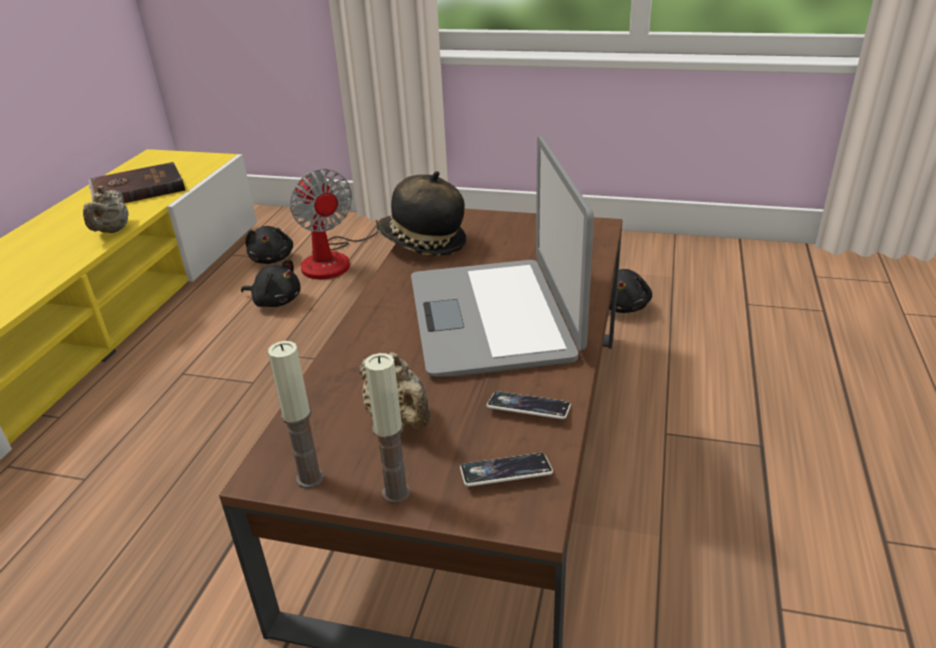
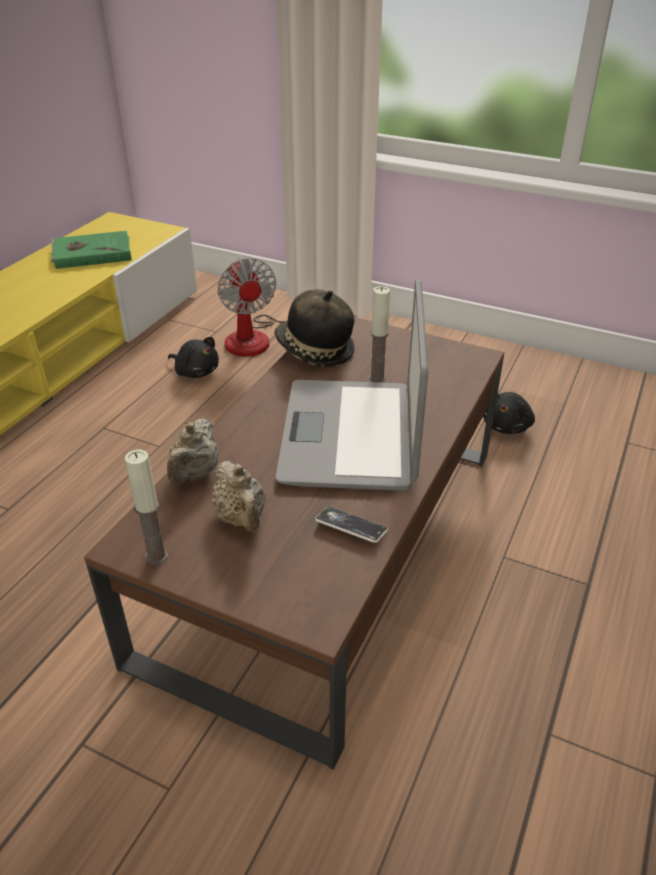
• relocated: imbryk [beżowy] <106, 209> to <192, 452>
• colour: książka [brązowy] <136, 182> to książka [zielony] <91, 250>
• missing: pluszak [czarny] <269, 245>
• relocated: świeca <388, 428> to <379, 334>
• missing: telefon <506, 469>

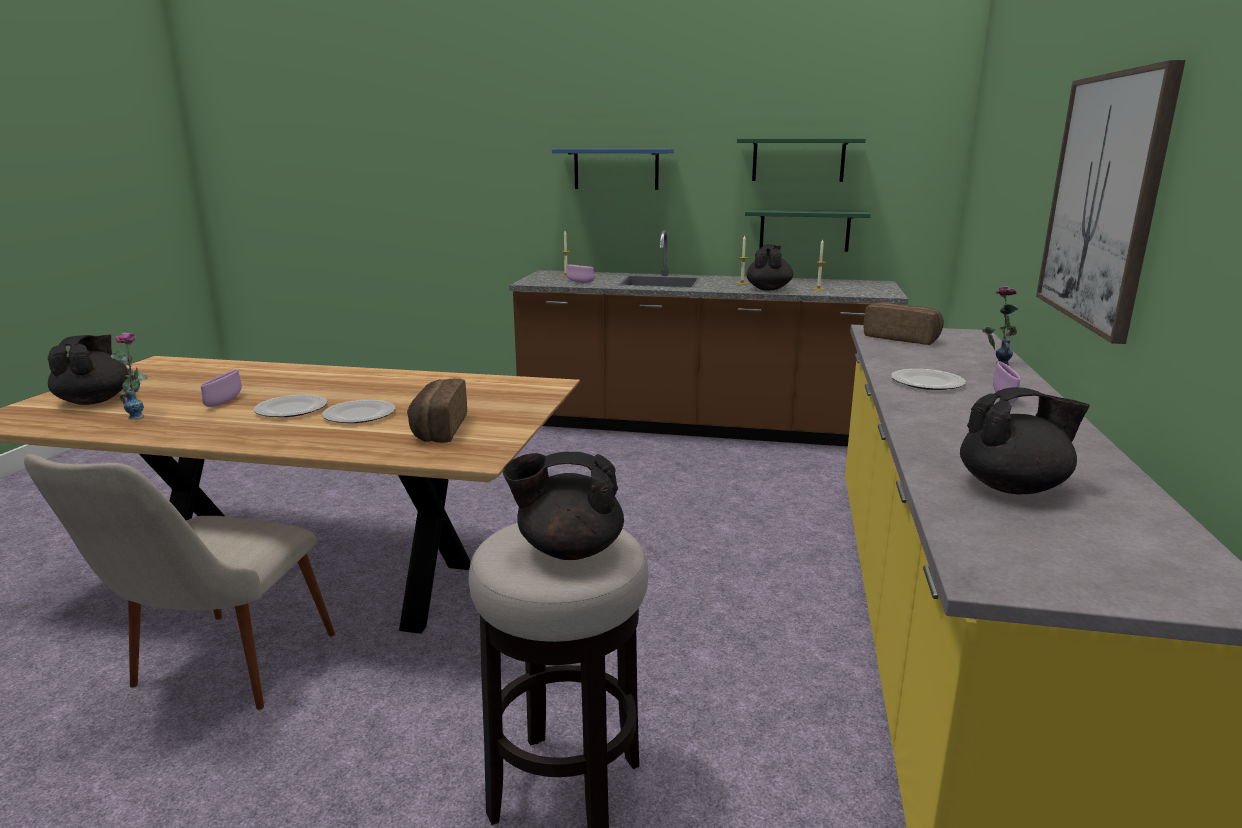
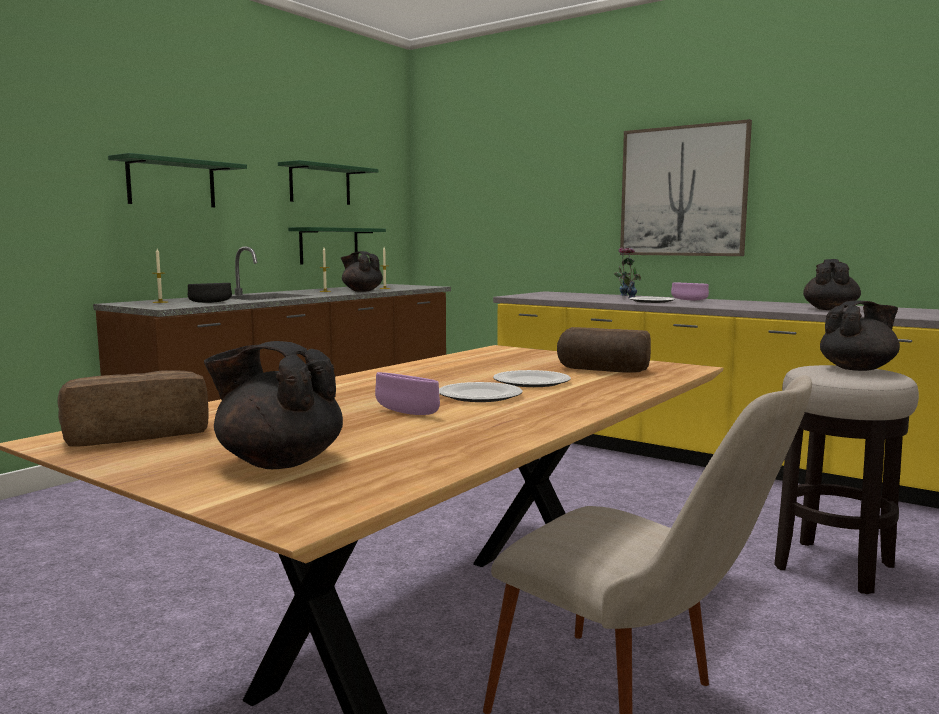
• relocated: wazon <129, 376> to <627, 273>
• spun: imbryk [czarny] <563, 506> = <860, 336> 135 degrees counterclockwise
• colour: półka [niebieski] <613, 169> to półka [zielony] <177, 180>
• colour: miska [fioletowy] <580, 273> to miska [czarny] <210, 293>
• relocated: chleb <903, 324> to <133, 408>

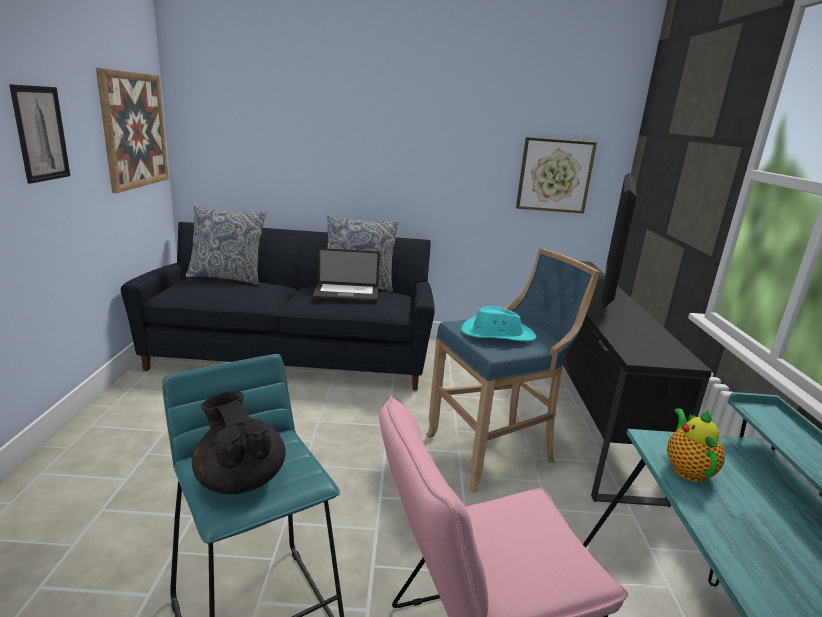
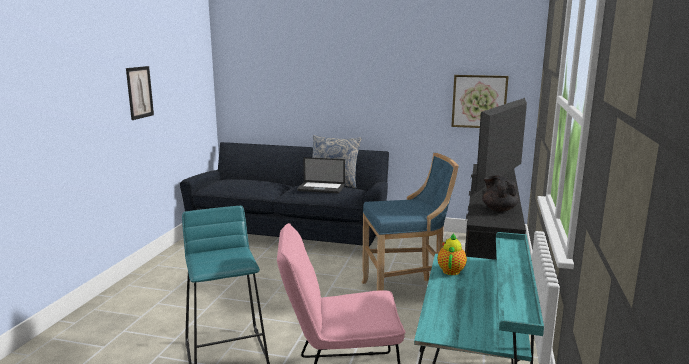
• missing: obraz <132, 130>
• missing: poduszka <226, 245>
• relocated: imbryk [czarny] <239, 442> to <500, 193>
• missing: kapelusz [turkusowy] <498, 324>

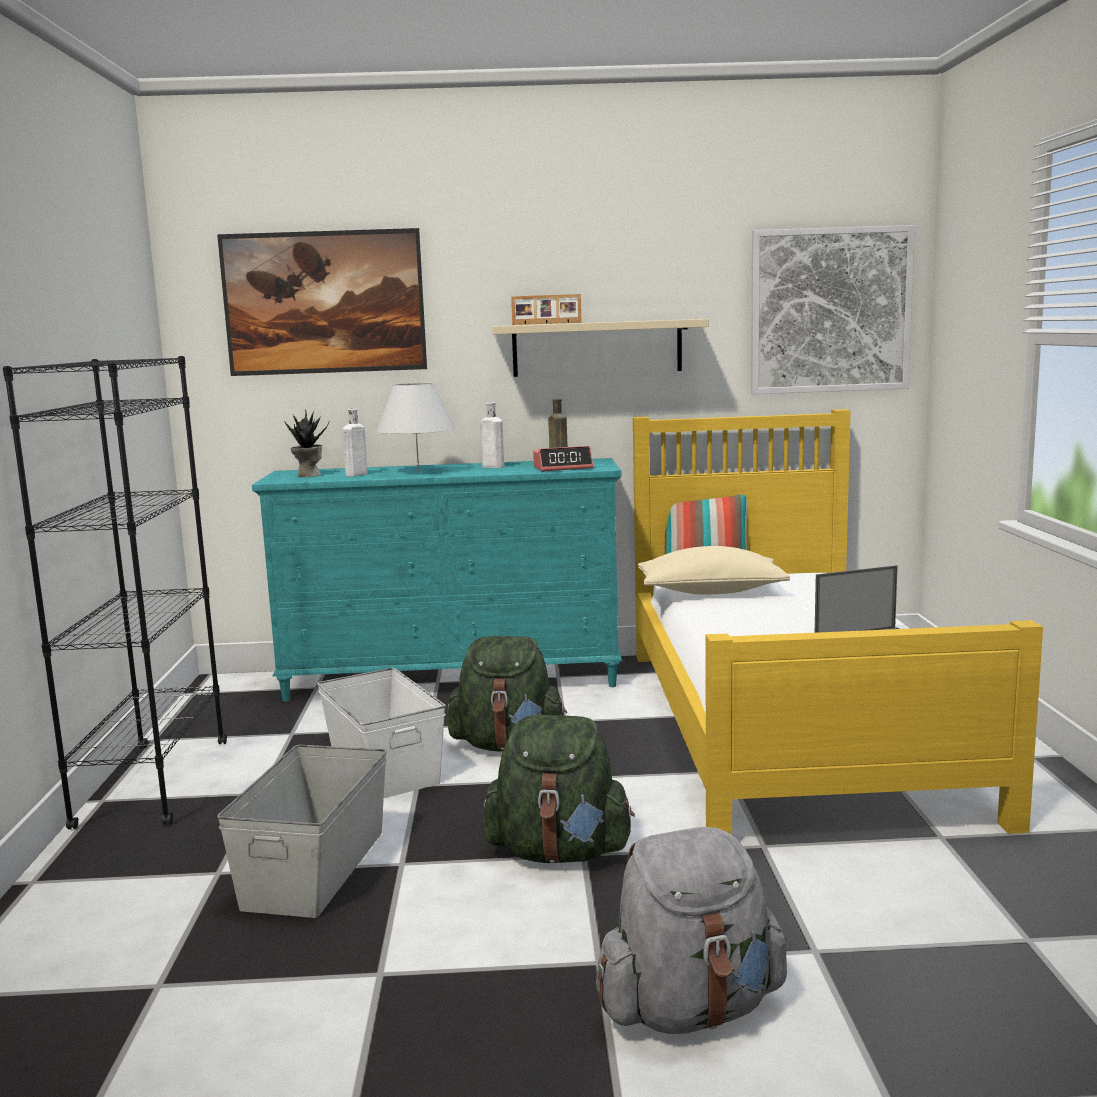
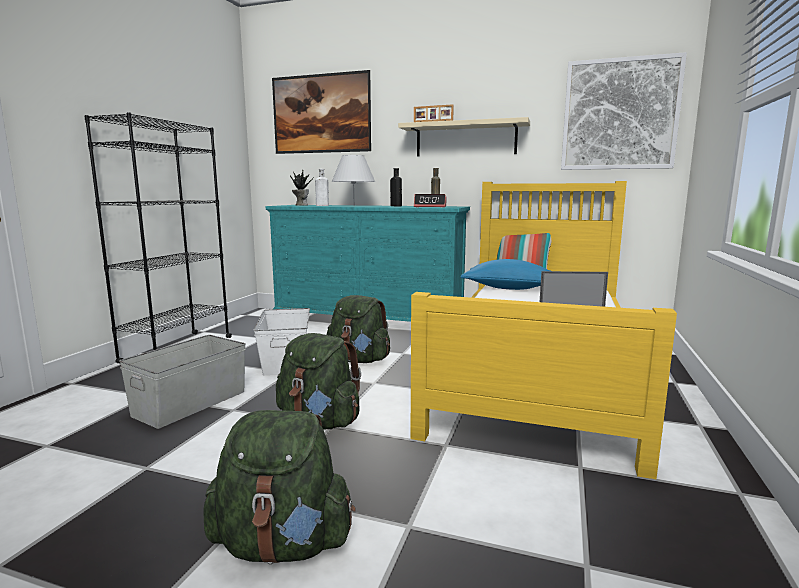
• colour: butelka [biały] <492, 435> to butelka [czarny] <396, 187>
• colour: plecak [szary] <691, 930> to plecak [zielony] <279, 487>
• colour: poduszka [beżowy] <714, 570> to poduszka [niebieski] <505, 274>

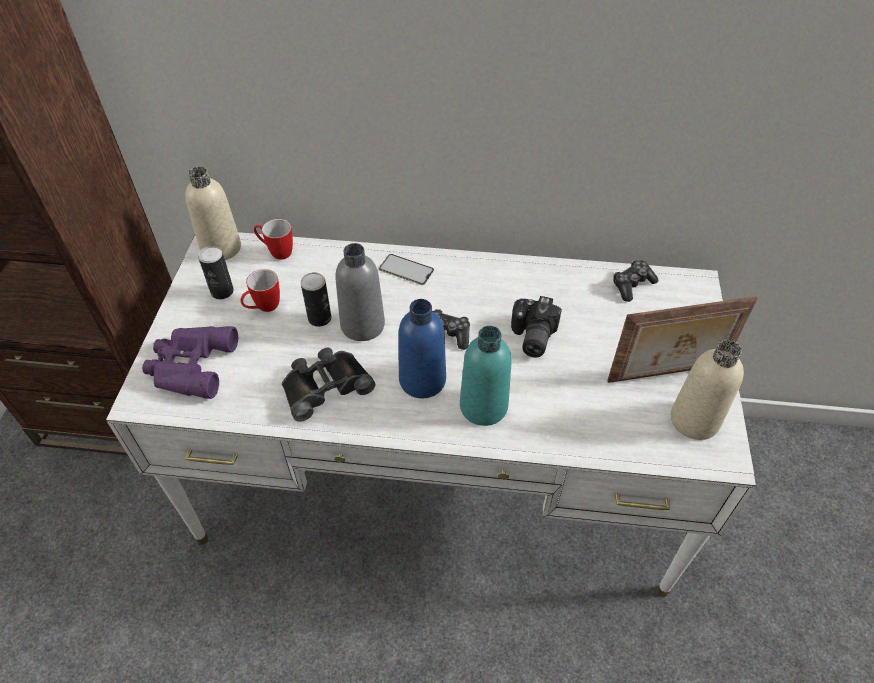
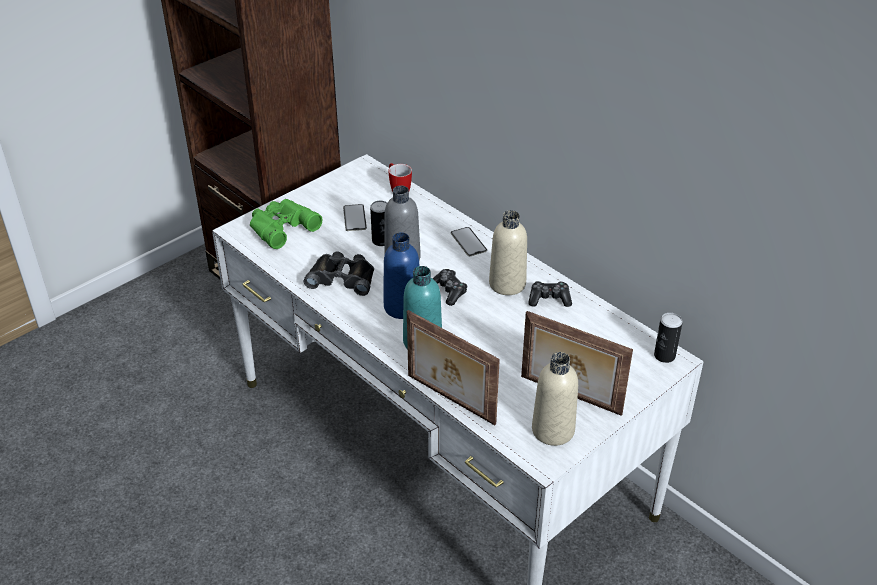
• colour: lornetka [fioletowy] <190, 362> to lornetka [zielony] <286, 224>
• relocated: butelka [beżowy] <213, 213> to <508, 252>
• relocated: puszka <216, 272> to <668, 338>
• exchanged: kubek <260, 290> to telefon <355, 217>
• missing: aparat fotograficzny <536, 326>
• relocated: pad do gier <636, 281> to <550, 294>
• appeared: ramka na zdjęcie <453, 367>

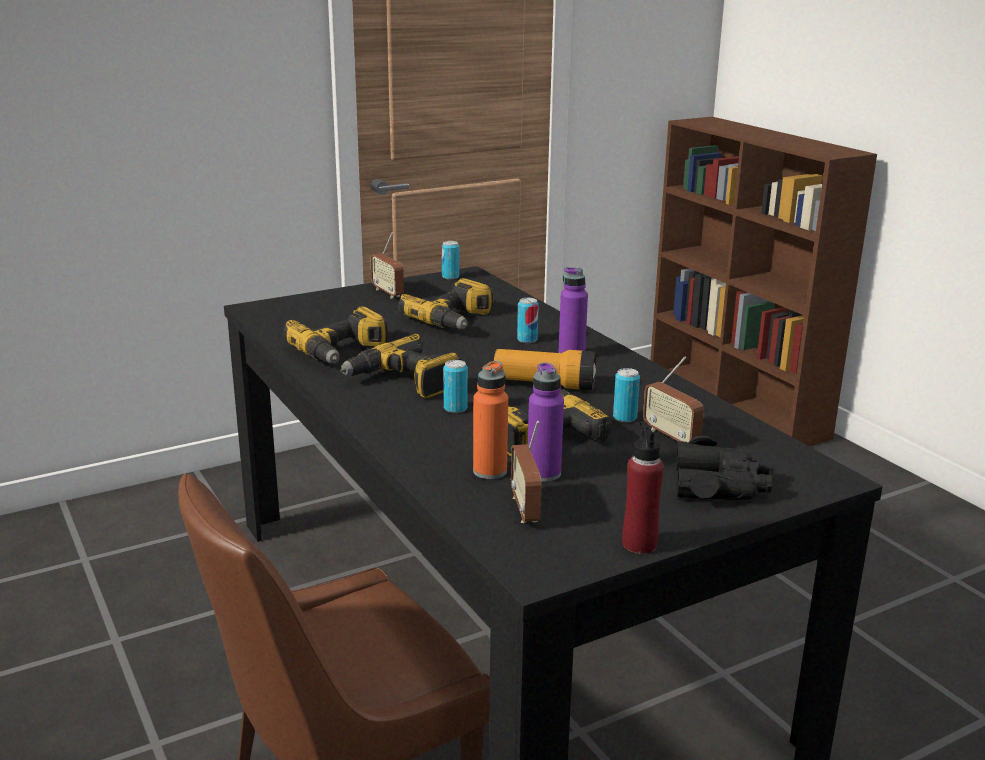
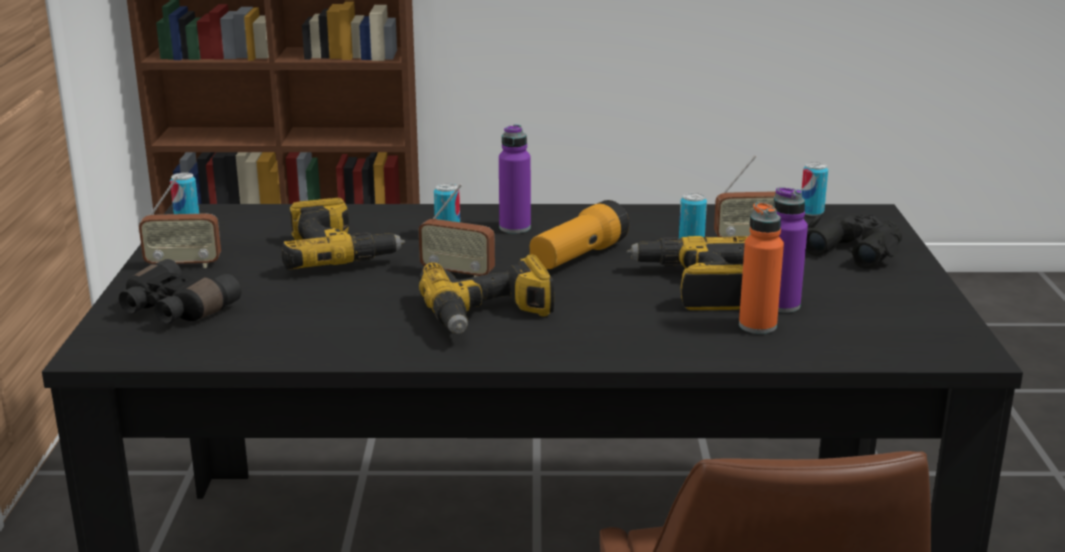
• missing: wiertarka <335, 335>
• relocated: puszka <455, 386> to <815, 189>
• relocated: radio <526, 472> to <457, 230>
• missing: butelka [czerwony] <643, 487>
• appeared: lornetka [czarny] <180, 291>

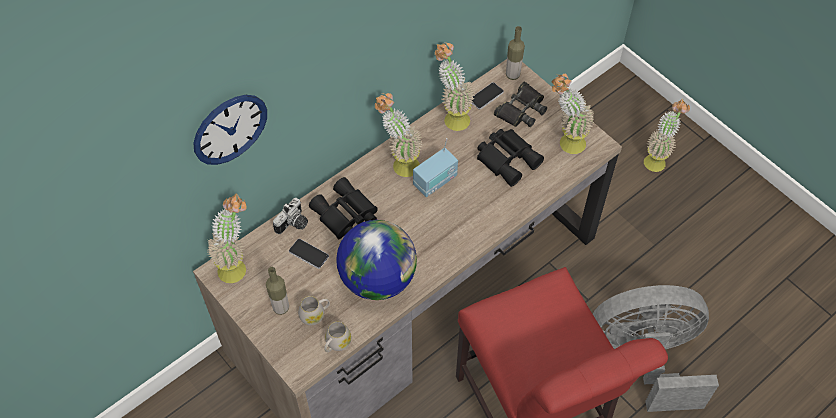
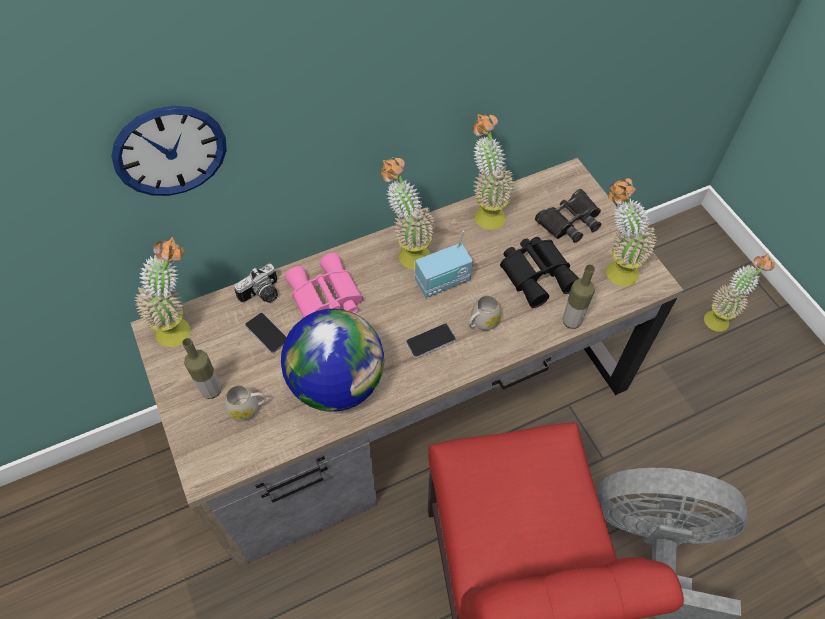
• colour: lornetka [czarny] <343, 208> to lornetka [różowy] <324, 285>
• relocated: kubek [biały] <337, 336> to <484, 312>
• relocated: telefon <487, 95> to <431, 340>
• relocated: butelka <515, 53> to <579, 296>

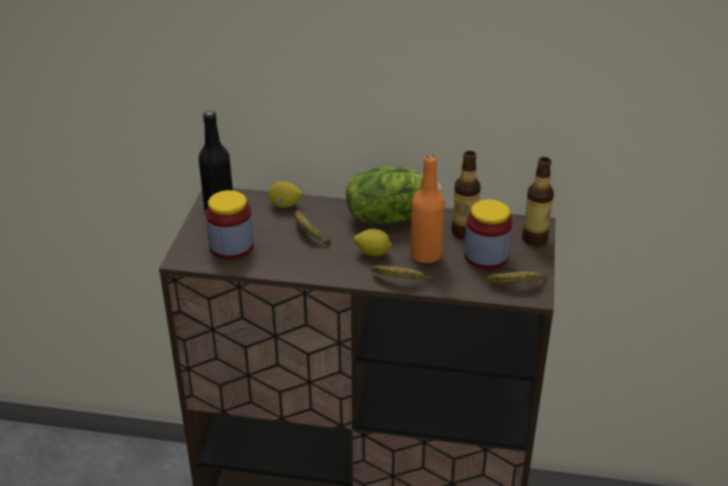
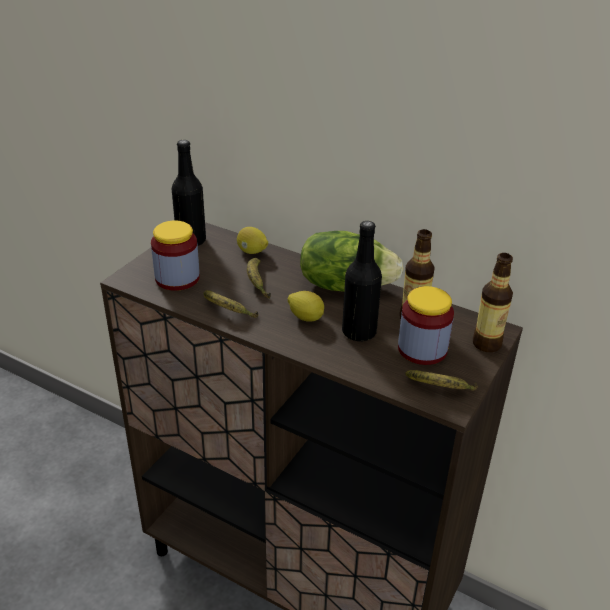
• relocated: banan <402, 273> to <230, 304>
• colour: butelka [pomarańczowy] <427, 208> to butelka [czarny] <362, 281>

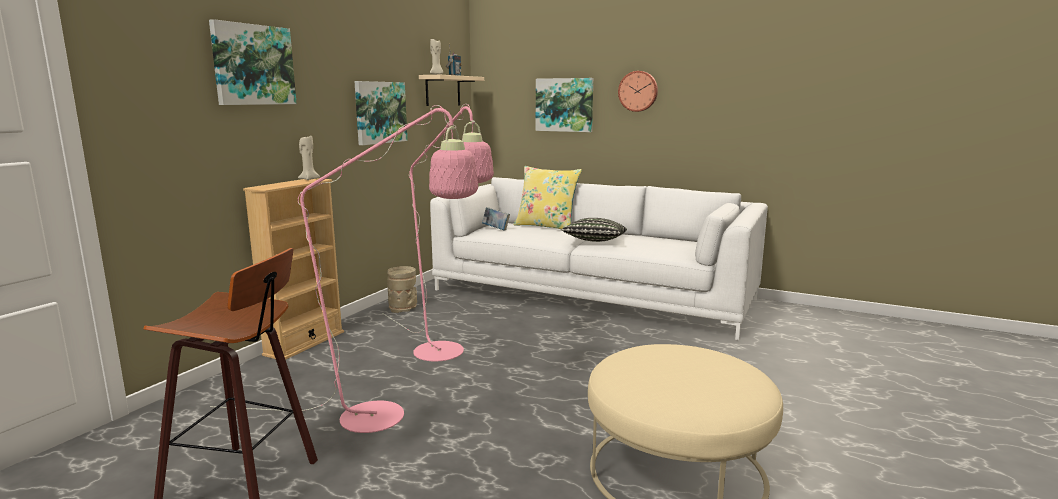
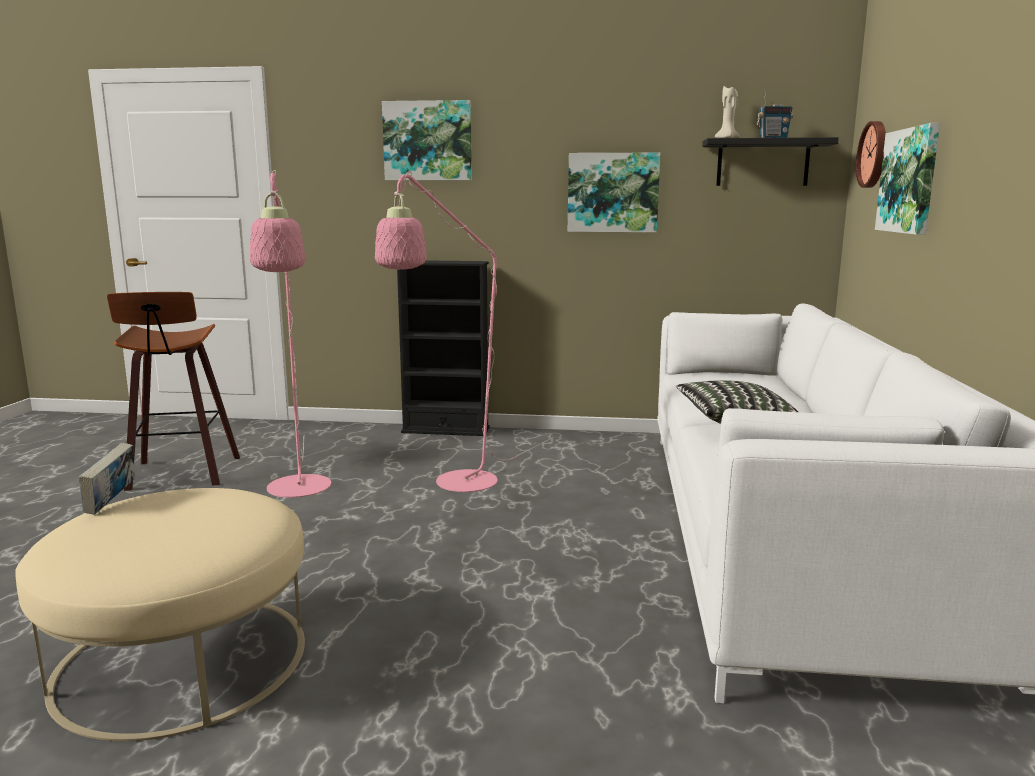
• colour: regał [beżowy] <293, 269> to regał [czarny] <443, 348>
• missing: świeca [beżowy] <309, 157>
• missing: wazon [beżowy] <402, 289>
• colour: półka [beżowy] <451, 90> to półka [czarny] <770, 161>
• relocated: książka <496, 218> to <107, 479>
• missing: poduszka [żółty] <548, 197>
• relocated: zegar ścienny <638, 91> to <871, 154>

